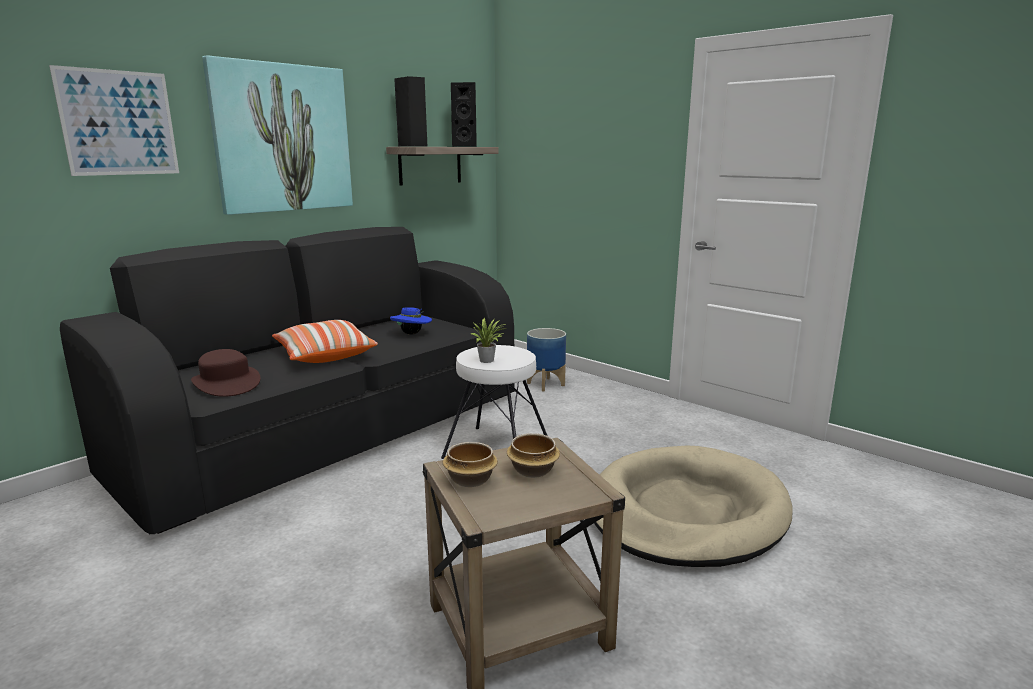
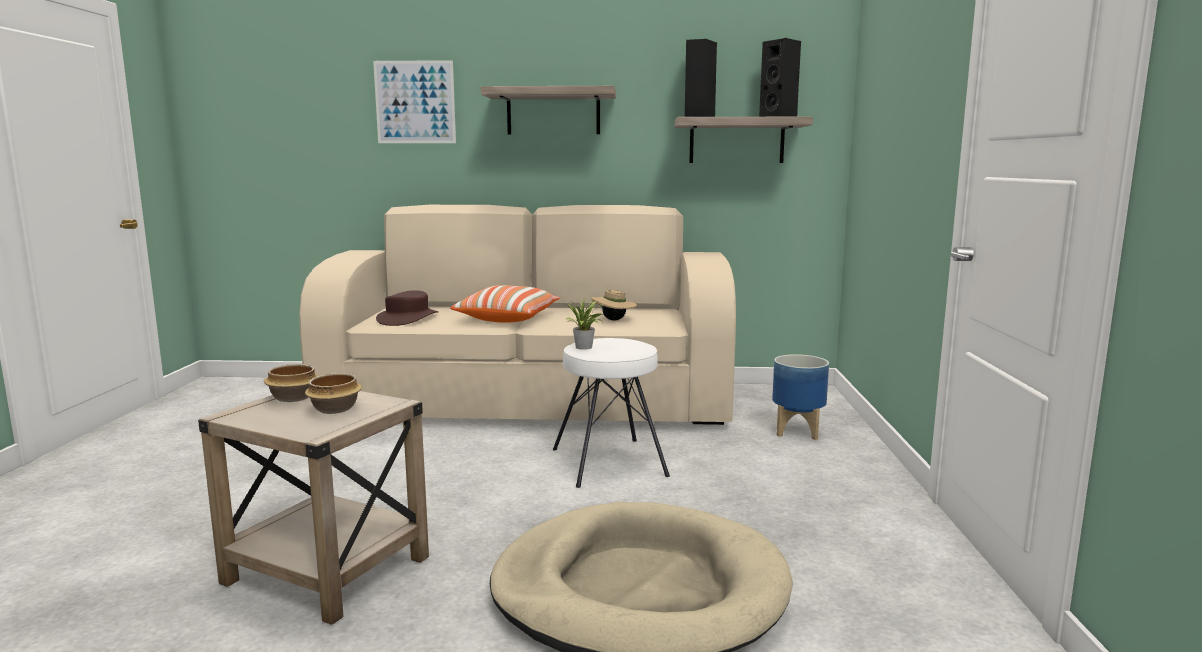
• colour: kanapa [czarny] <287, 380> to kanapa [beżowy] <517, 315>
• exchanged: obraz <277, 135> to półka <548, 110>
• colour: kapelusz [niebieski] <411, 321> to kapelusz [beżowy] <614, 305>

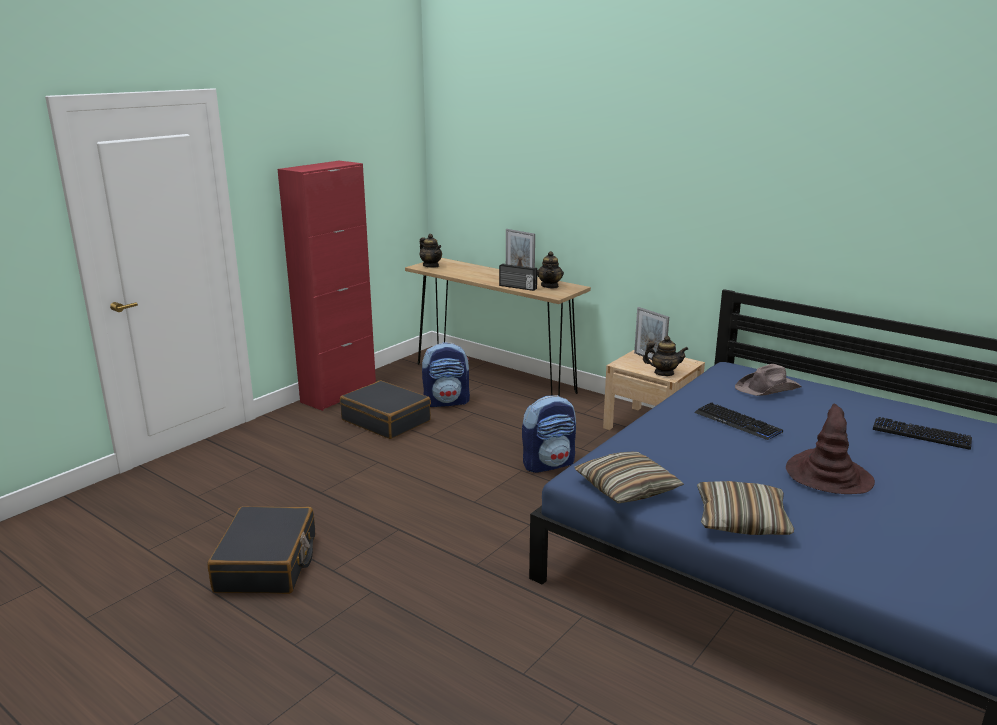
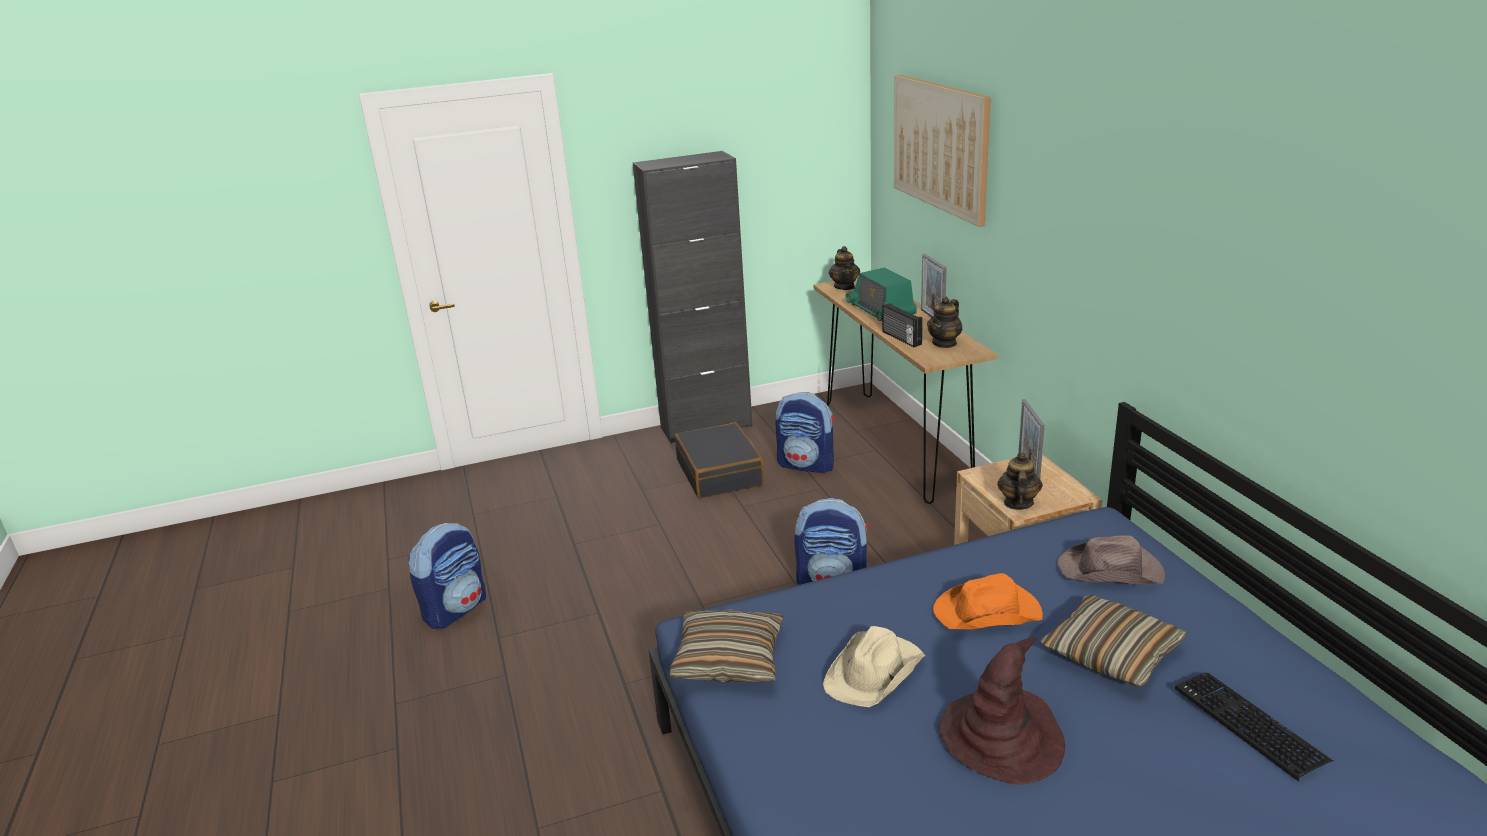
• exchanged: walizka [czarny] <261, 550> to plecak <447, 576>
• colour: szafka [czerwony] <327, 286> to szafka [czarny] <693, 297>
• spun: imbryk <665, 356> = <1020, 481> 120 degrees counterclockwise
• exchanged: klawiatura <738, 421> to kapelusz [pomarańczowy] <988, 601>
• relocated: poduszka <745, 508> to <1114, 641>
• appeared: kapelusz [beżowy] <874, 666>
• appeared: radio <881, 294>
• appeared: obraz <942, 151>

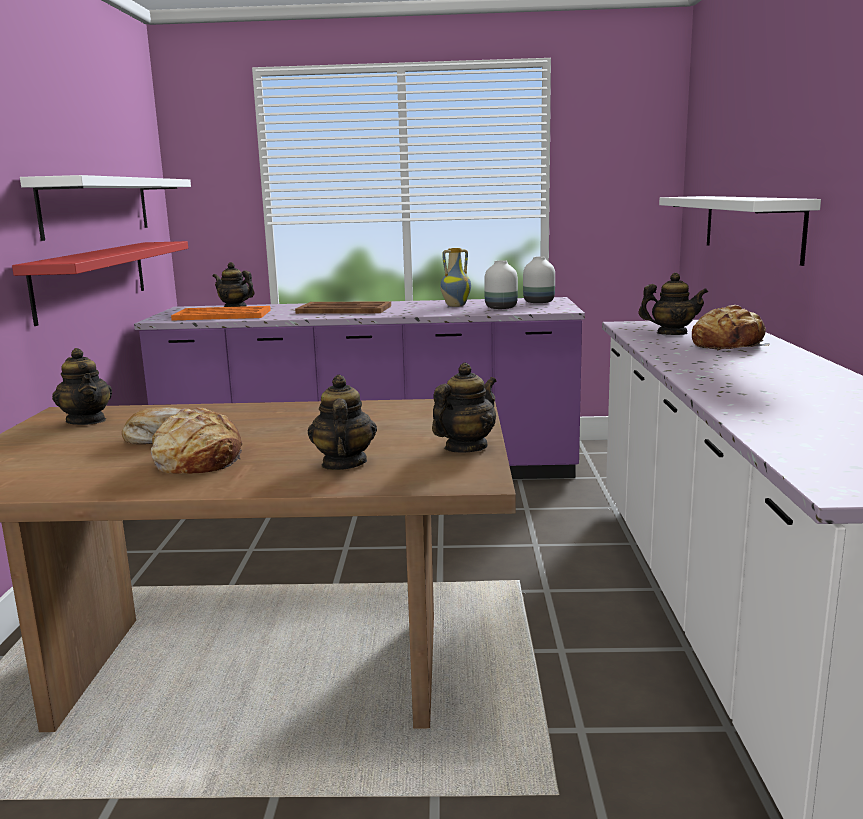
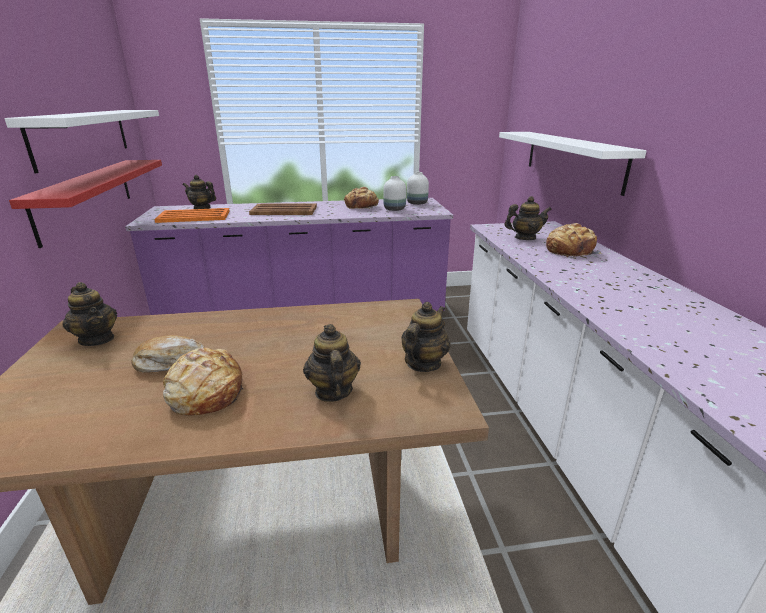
• exchanged: wazon <455, 277> to chleb <361, 198>

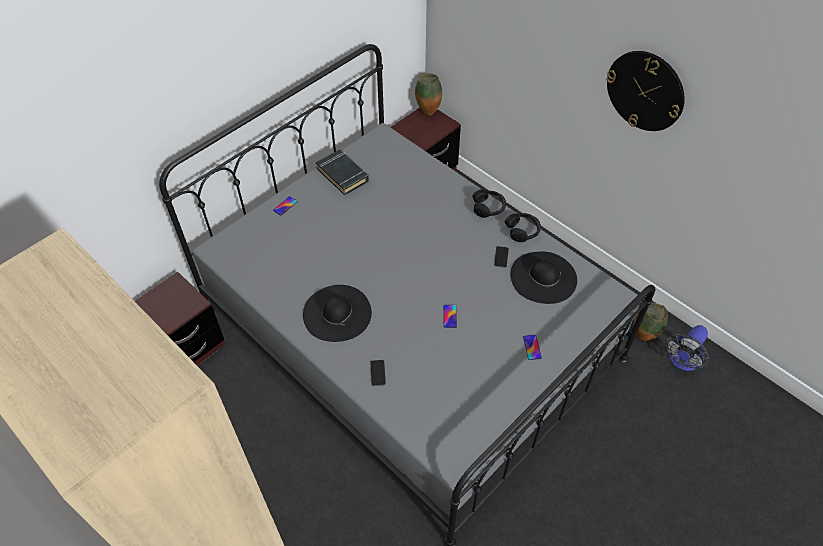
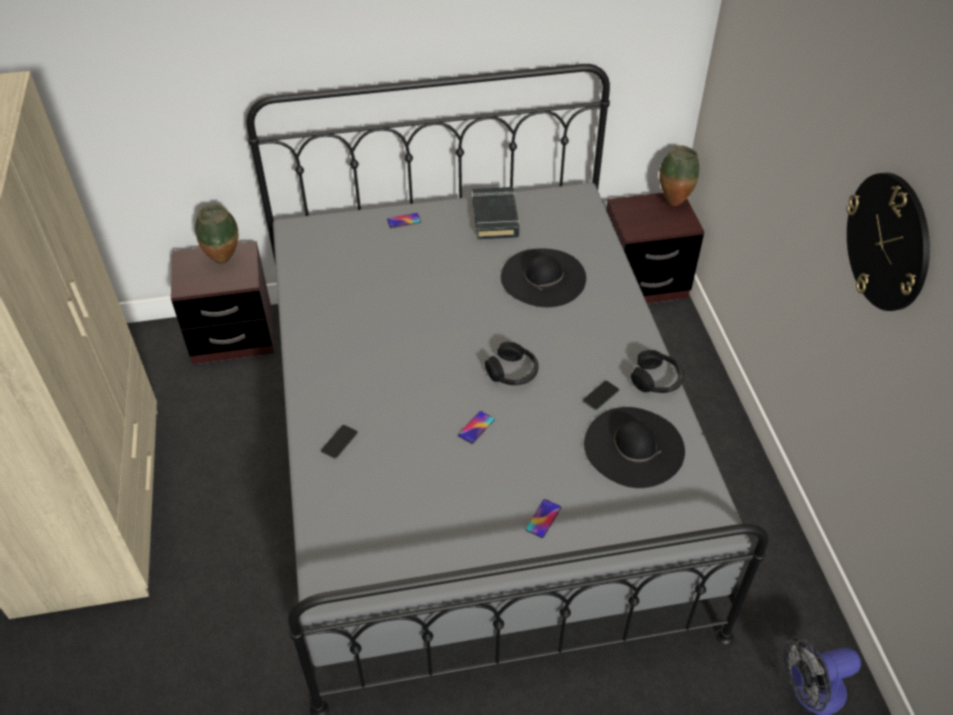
• relocated: kapelusz [czarny] <337, 313> to <543, 278>
• relocated: słuchawki [czarny] <489, 204> to <512, 363>
• relocated: wazon <650, 321> to <216, 234>

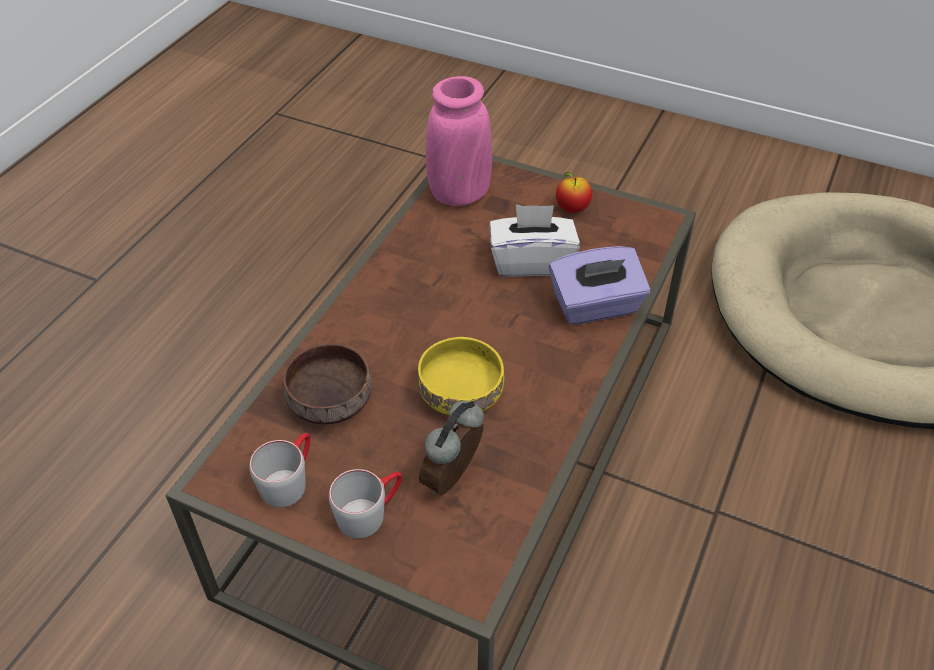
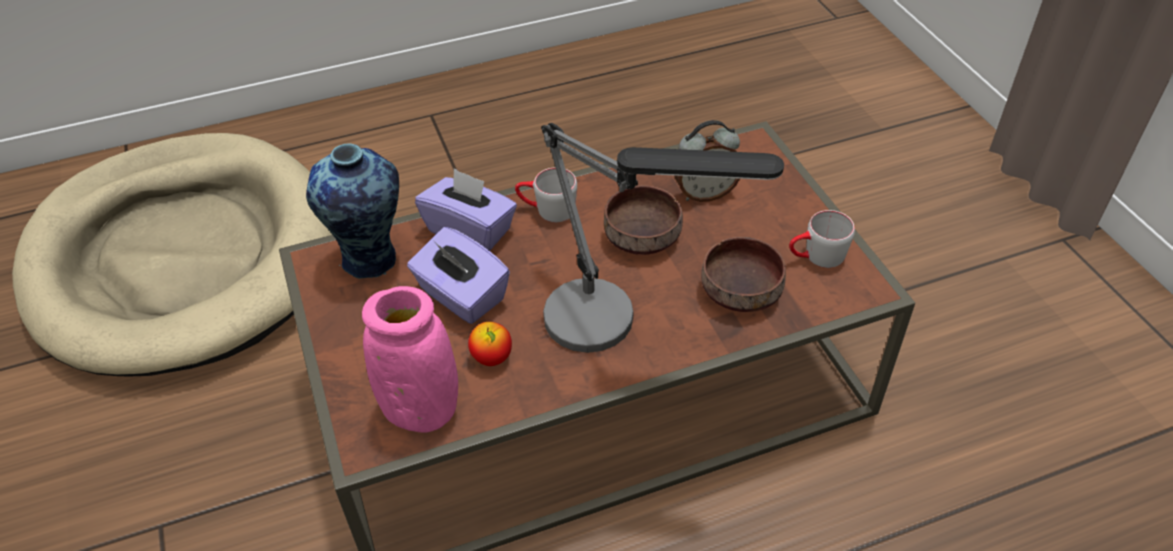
• relocated: kubek [szary] <365, 504> to <546, 194>
• colour: miska [żółty] <460, 376> to miska [brązowy] <643, 220>
• colour: pudełko chusteczek [biały] <534, 241> to pudełko chusteczek [fioletowy] <458, 275>
• relocated: jabłko <574, 192> to <490, 344>
• appeared: wazon <352, 211>
• appeared: lampa stołowa <662, 238>

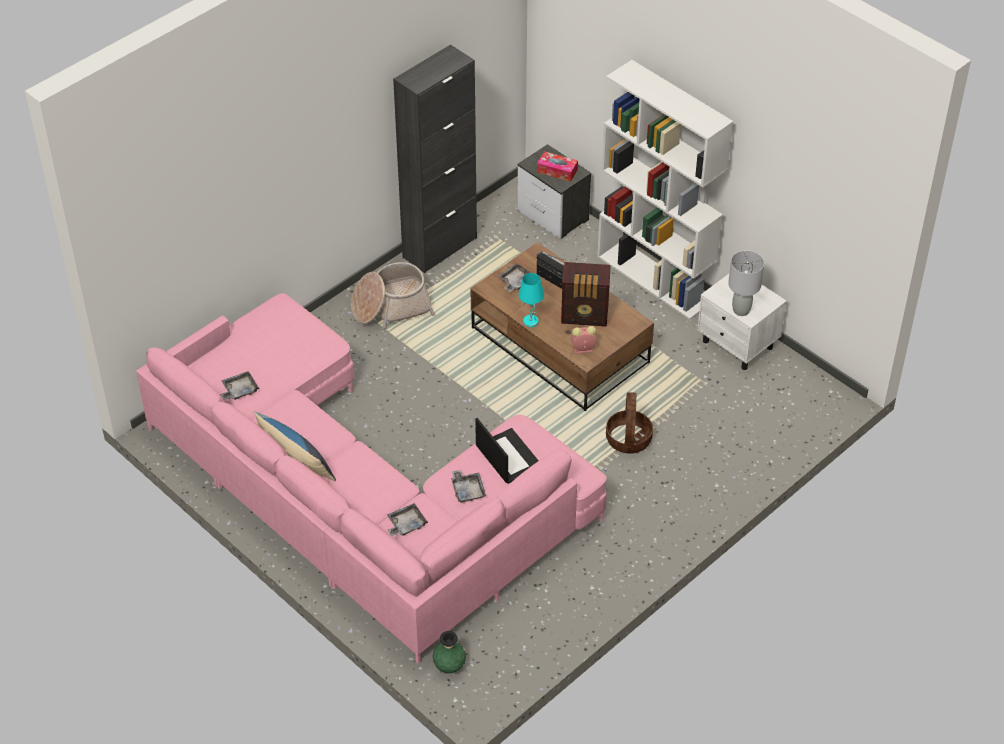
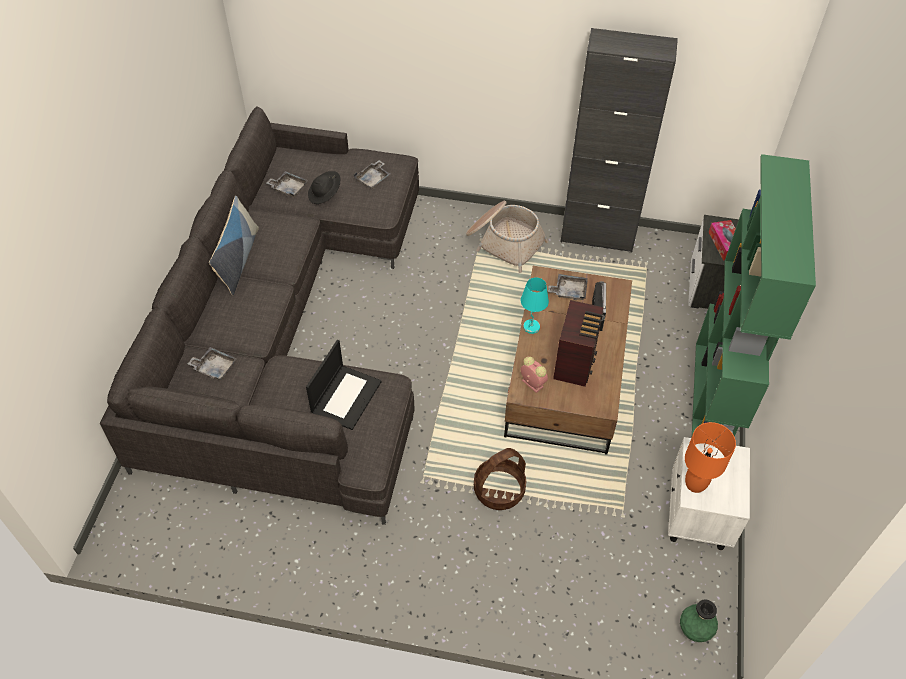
• colour: kanapa [różowy] <371, 478> to kanapa [szary] <259, 315>
• relocated: wazon [zielony] <449, 652> to <699, 620>
• relocated: taca [szary] <468, 486> to <371, 174>
• spun: radio <586, 294> = <578, 343> 135 degrees counterclockwise
• colour: regał [biały] <665, 190> to regał [zielony] <754, 295>
• colour: lampa stołowa [szary] <746, 283> to lampa stołowa [pomarańczowy] <710, 457>
• appeared: kapelusz [czarny] <324, 187>

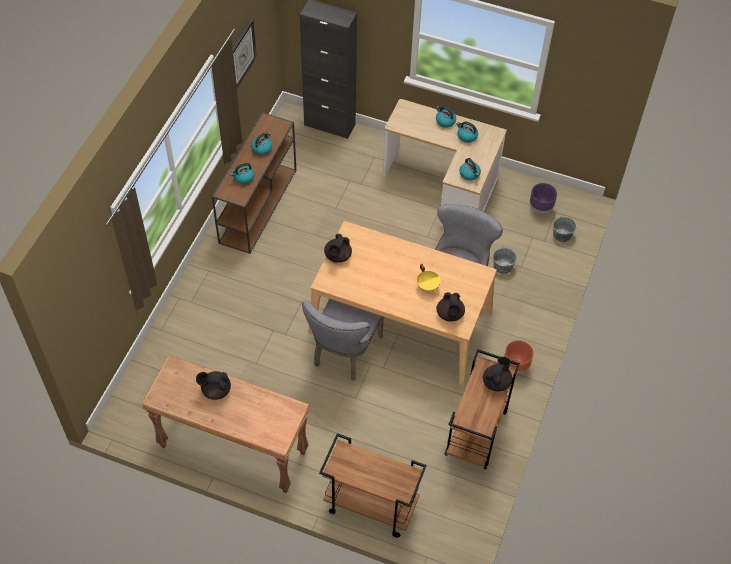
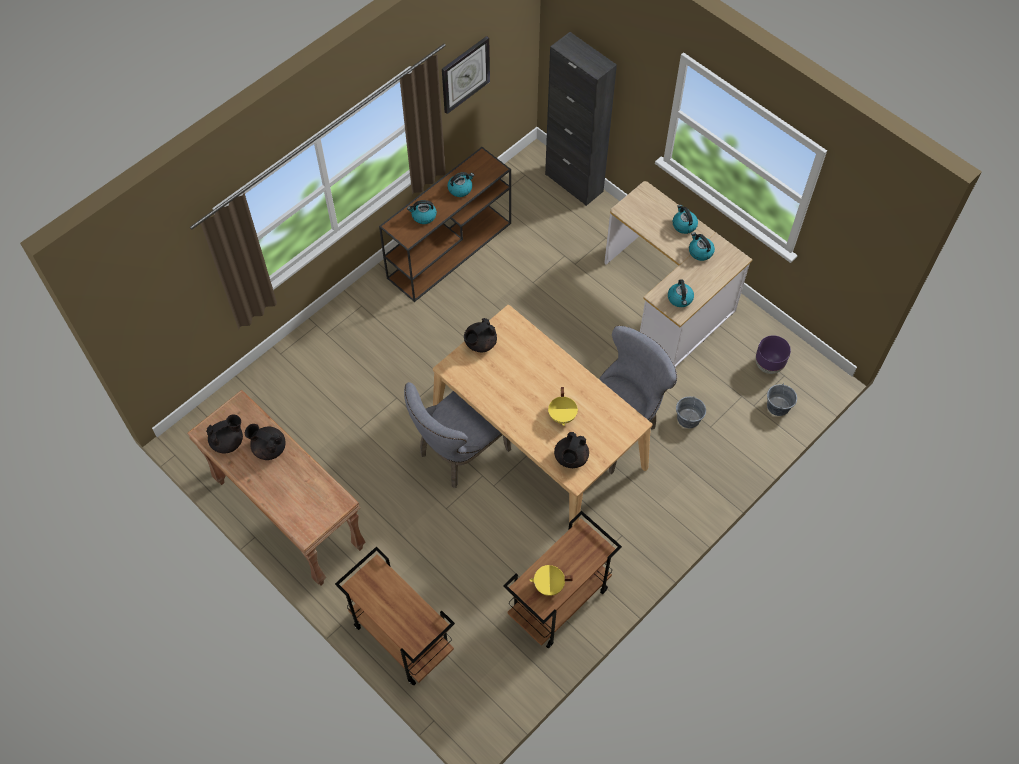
• relocated: imbryk [czarny] <497, 374> to <224, 434>
• missing: donica [brązowy] <519, 357>
• appeared: garnek [żółty] <551, 580>

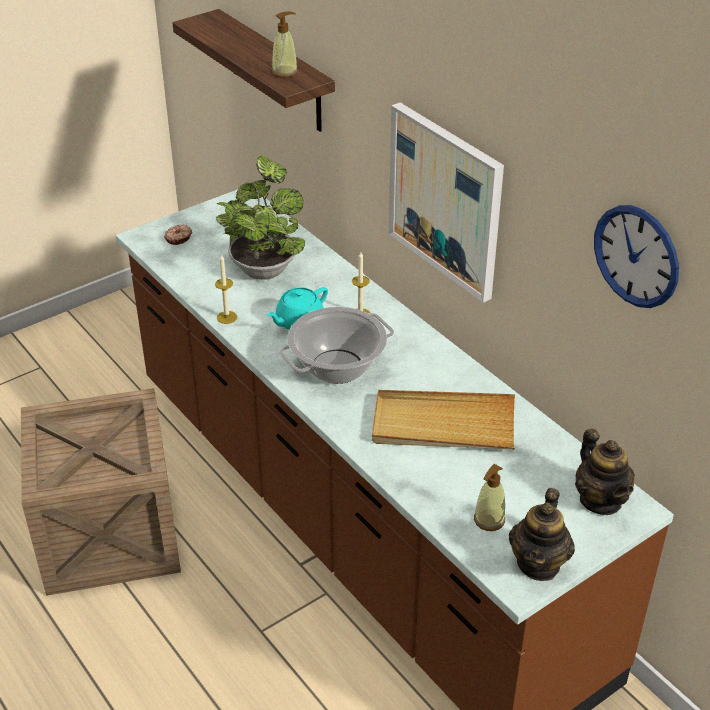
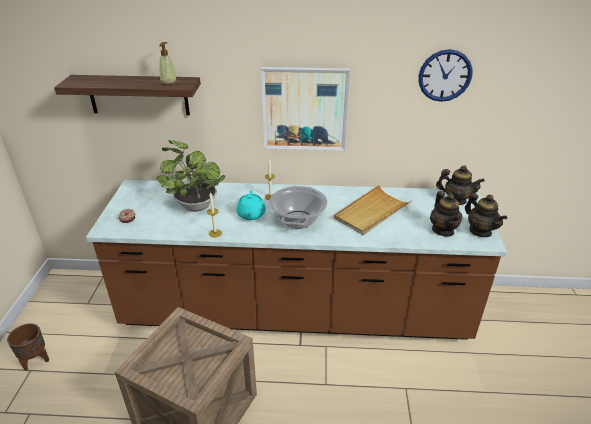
• exchanged: dozownik mydła <489, 497> to imbryk <446, 214>
• appeared: donica [brązowy] <28, 347>

